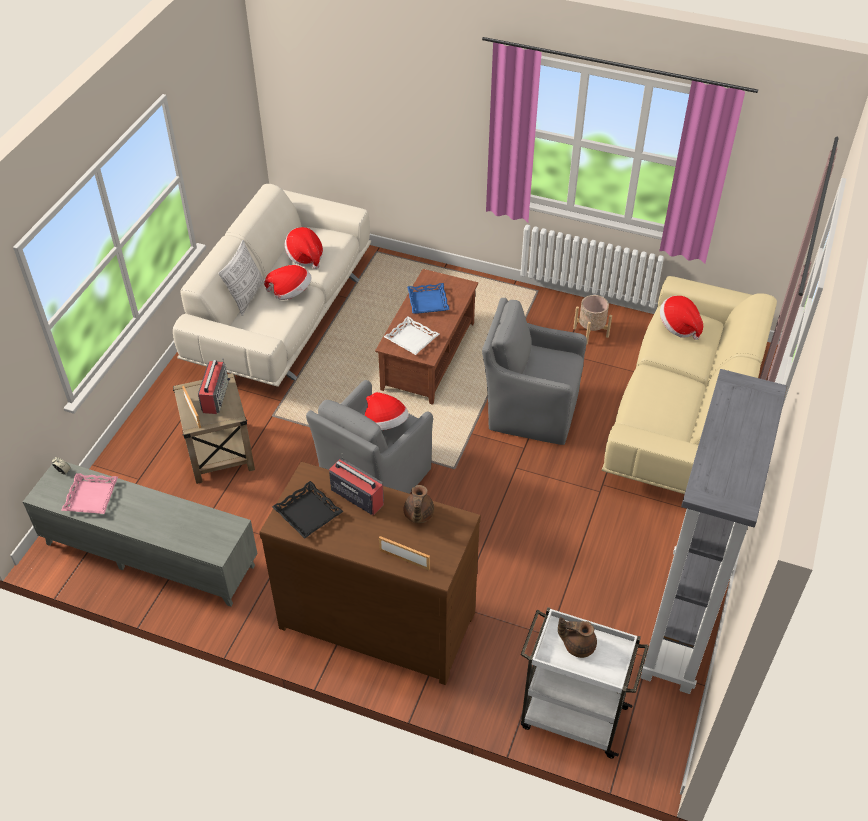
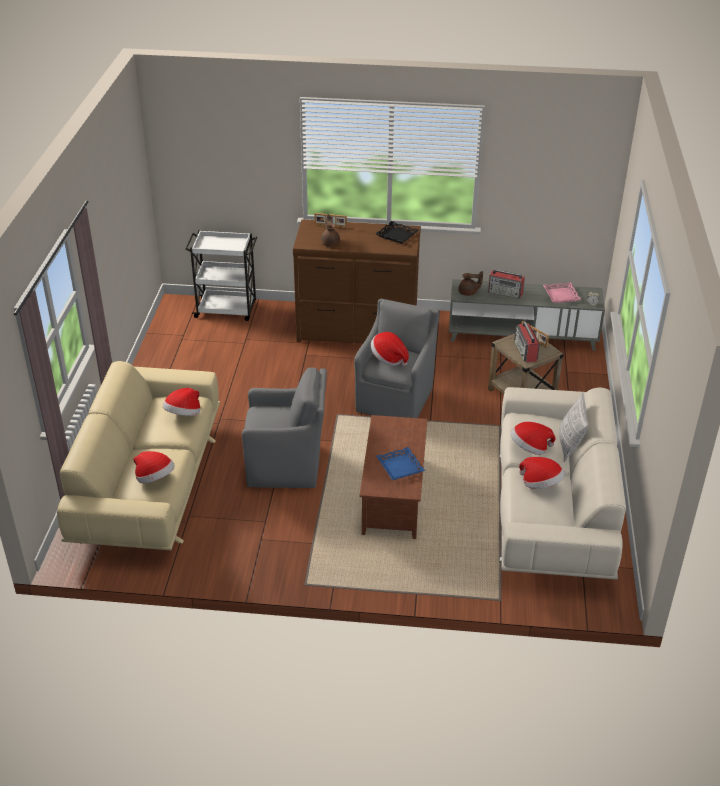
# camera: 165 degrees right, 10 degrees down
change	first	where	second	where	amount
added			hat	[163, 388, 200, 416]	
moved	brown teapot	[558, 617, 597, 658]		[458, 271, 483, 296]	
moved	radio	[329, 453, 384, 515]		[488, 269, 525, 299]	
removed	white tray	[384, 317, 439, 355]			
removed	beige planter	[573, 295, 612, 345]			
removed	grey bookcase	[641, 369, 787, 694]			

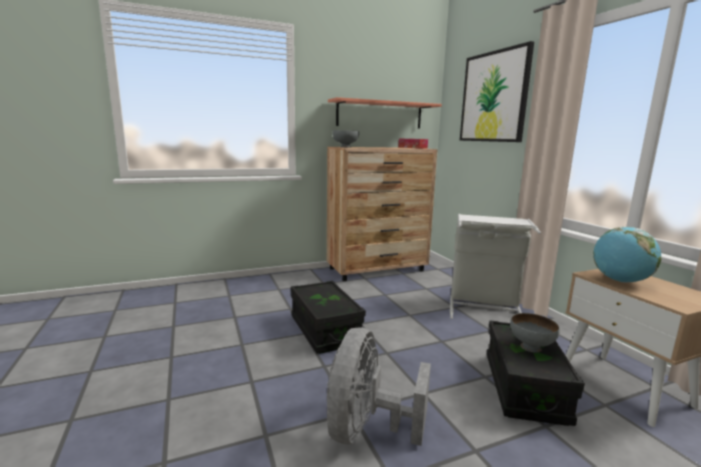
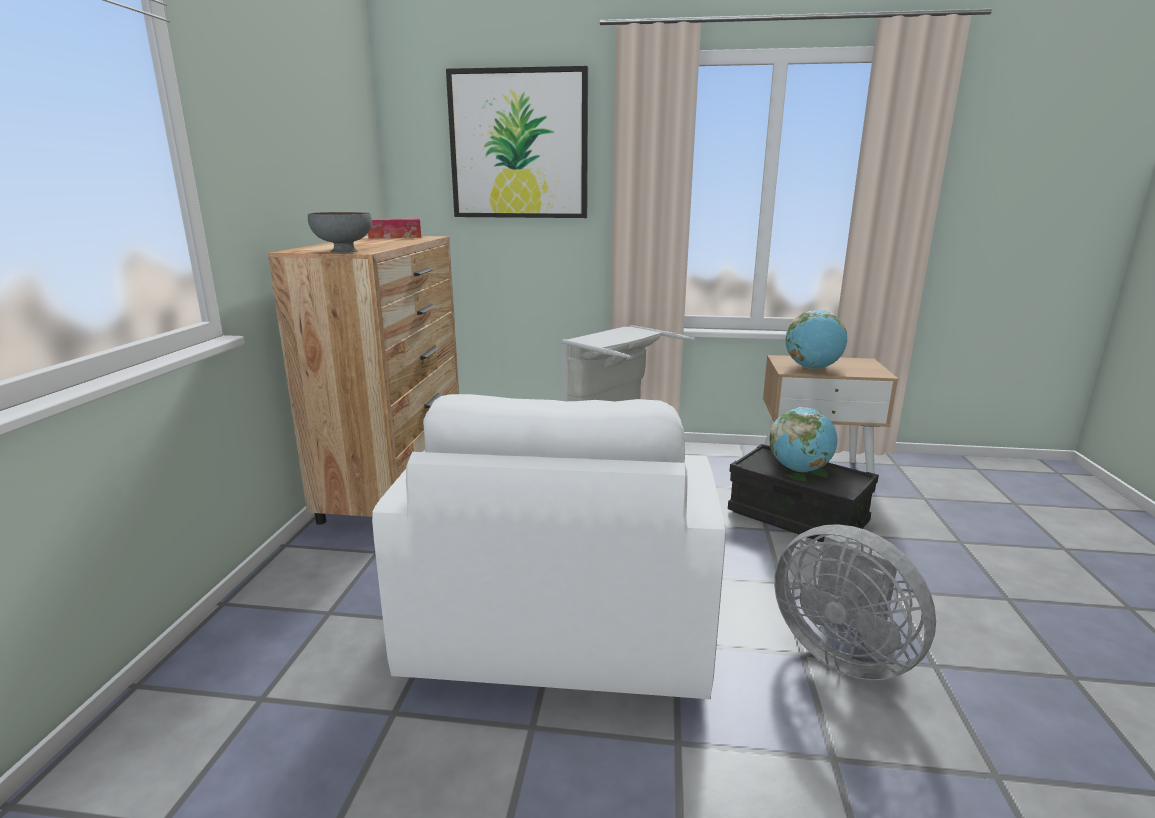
# camera: 60 degrees left, 5 degrees up
change	first	where	second	where	amount
replaced	black storage box	[291, 281, 366, 354]	white armchair	[372, 394, 726, 699]	
replaced	grey bowl	[510, 313, 560, 353]	globe	[770, 407, 837, 472]	
removed	shelf	[328, 97, 442, 129]			

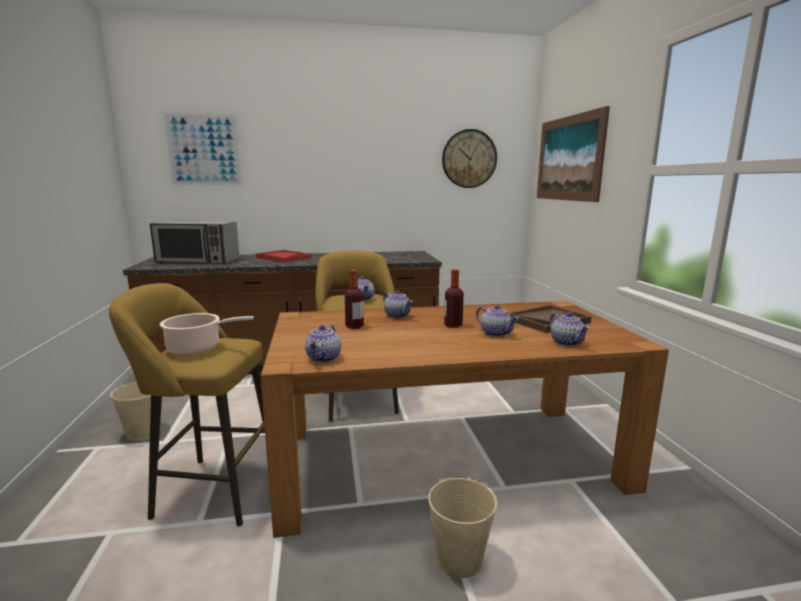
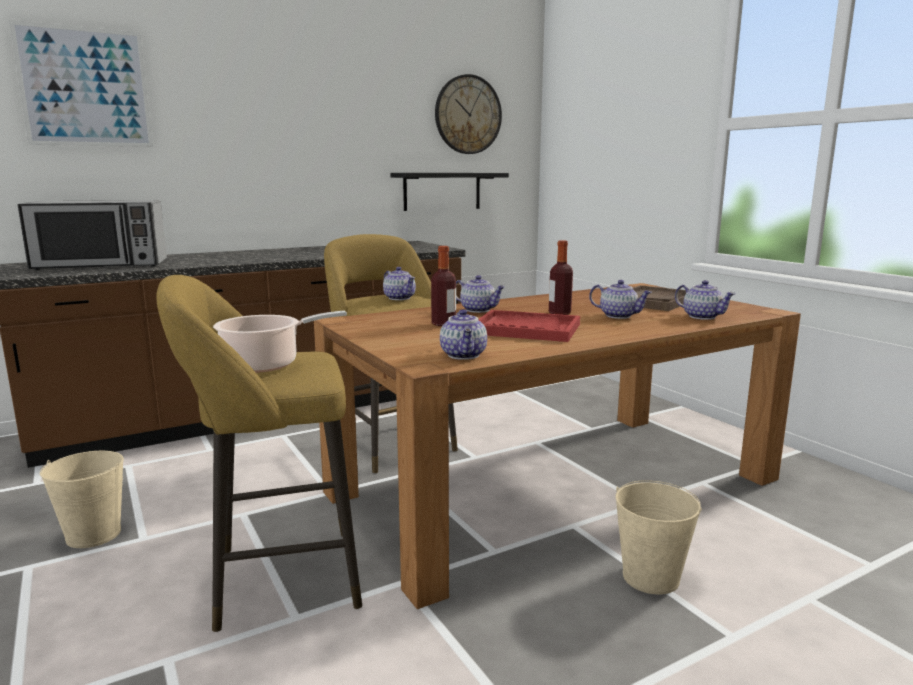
# camera: 20 degrees left, 0 degrees up
change	first	where	second	where	amount
added			black shelf	[390, 173, 509, 211]	
moved	red tray	[256, 250, 311, 263]		[478, 310, 580, 342]	
removed	picture	[537, 106, 610, 202]			

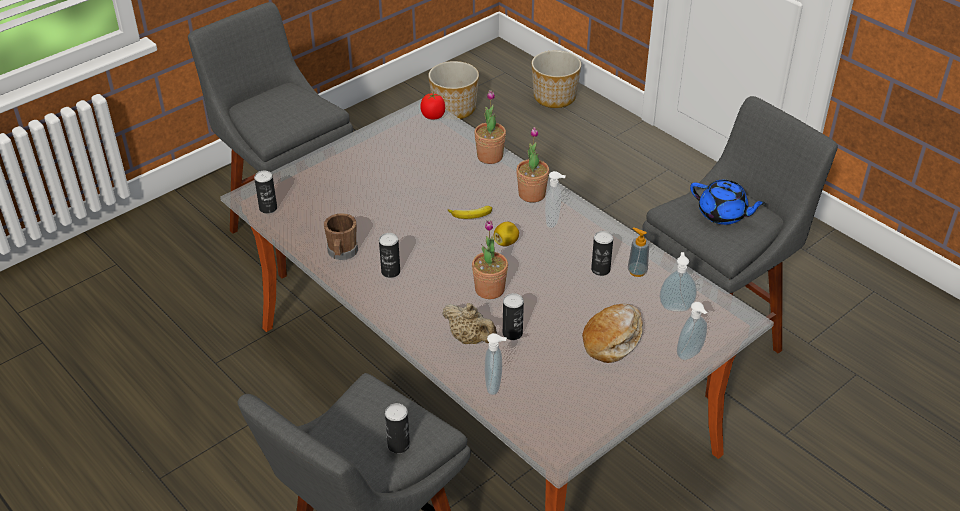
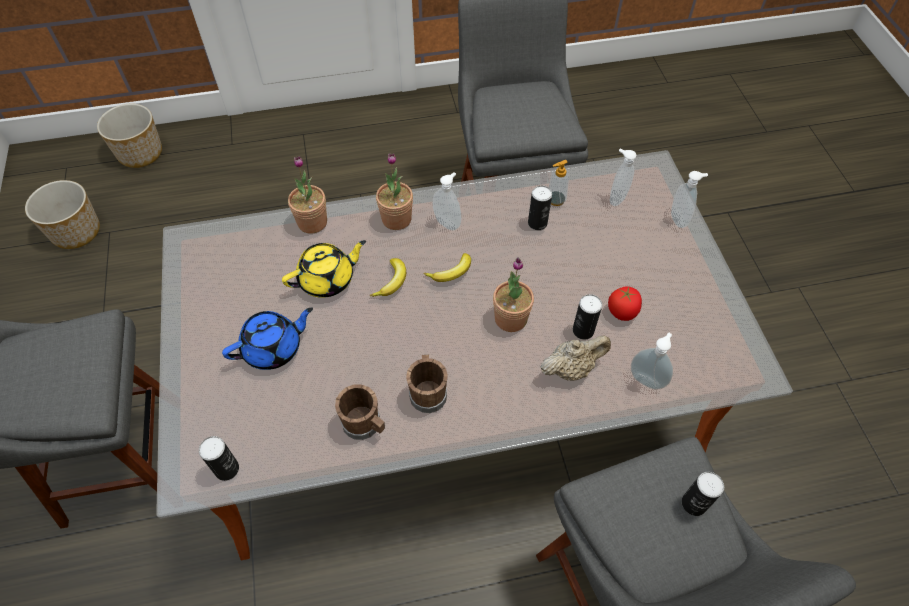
# camera: 60 degrees left, 15 degrees up
change	first	where	second	where	amount
moved	blue teapot	[690, 180, 767, 225]		[222, 307, 313, 370]	
added			yellow teapot	[282, 240, 366, 298]	
replaced	can	[379, 233, 400, 278]	brown mug	[406, 355, 448, 413]	
replaced	lemon	[494, 222, 519, 246]	banana	[424, 253, 471, 282]	
moved	tomato	[420, 93, 445, 119]		[608, 286, 642, 321]	
removed	bread	[582, 304, 643, 363]			

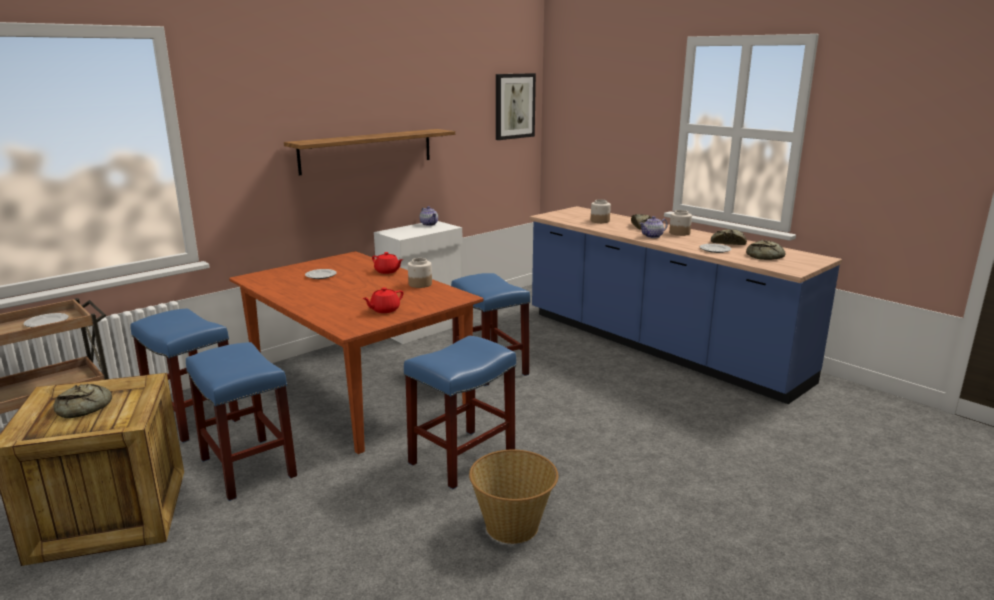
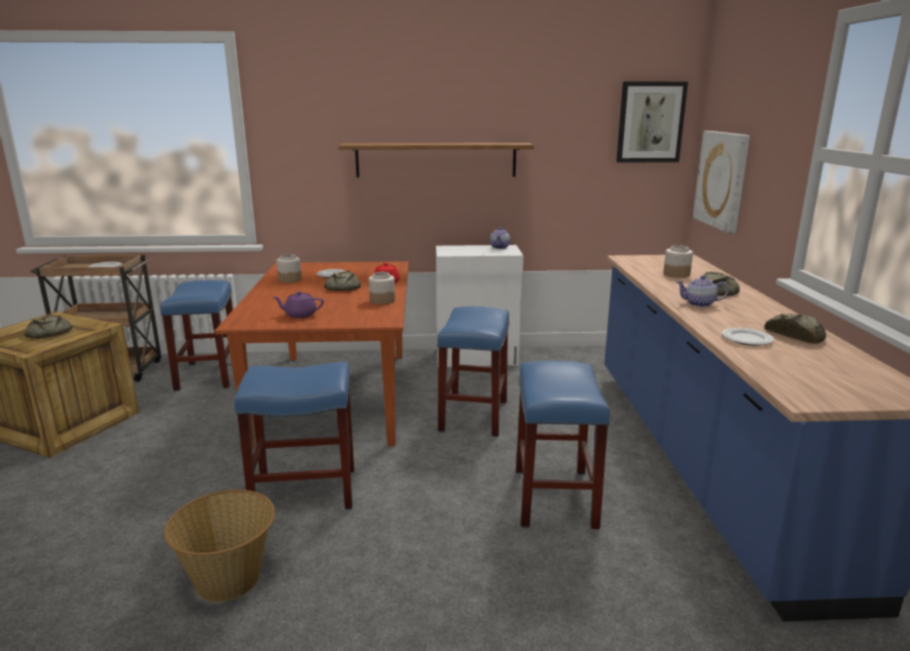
# camera: 40 degrees right, 0 degrees up
change	first	where	second	where	amount
recoloured	red teapot	[362, 287, 403, 313]	purple teapot	[273, 291, 324, 318]	
moved	jar	[669, 210, 692, 236]		[276, 254, 302, 283]	
moved	bread	[746, 240, 785, 260]		[324, 271, 361, 291]	
moved	blue stool	[186, 342, 297, 501]		[516, 361, 610, 529]	
added			picture	[693, 131, 750, 234]	

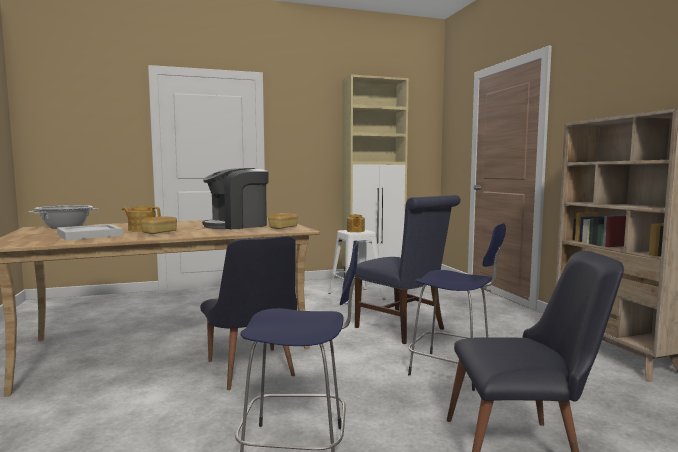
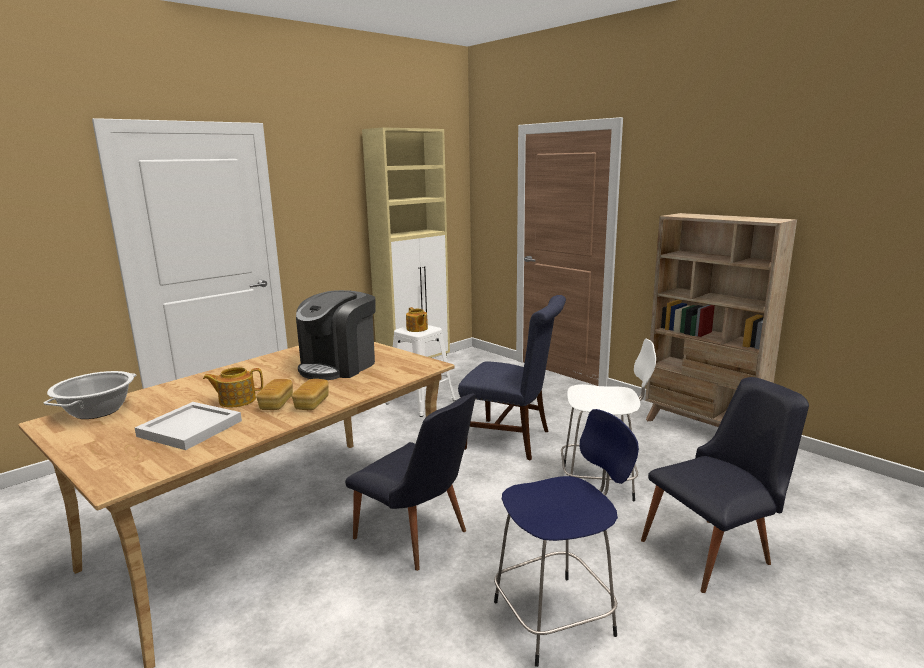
# camera: 25 degrees left, 10 degrees up
change	first	where	second	where	amount
moved	bread	[268, 213, 298, 229]		[292, 379, 329, 410]	
recoloured	blue stool	[408, 223, 506, 391]	white stool	[561, 339, 656, 501]	

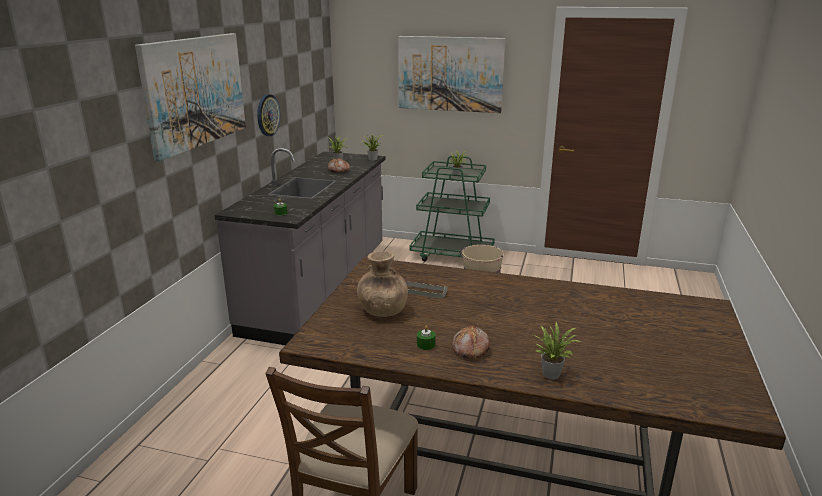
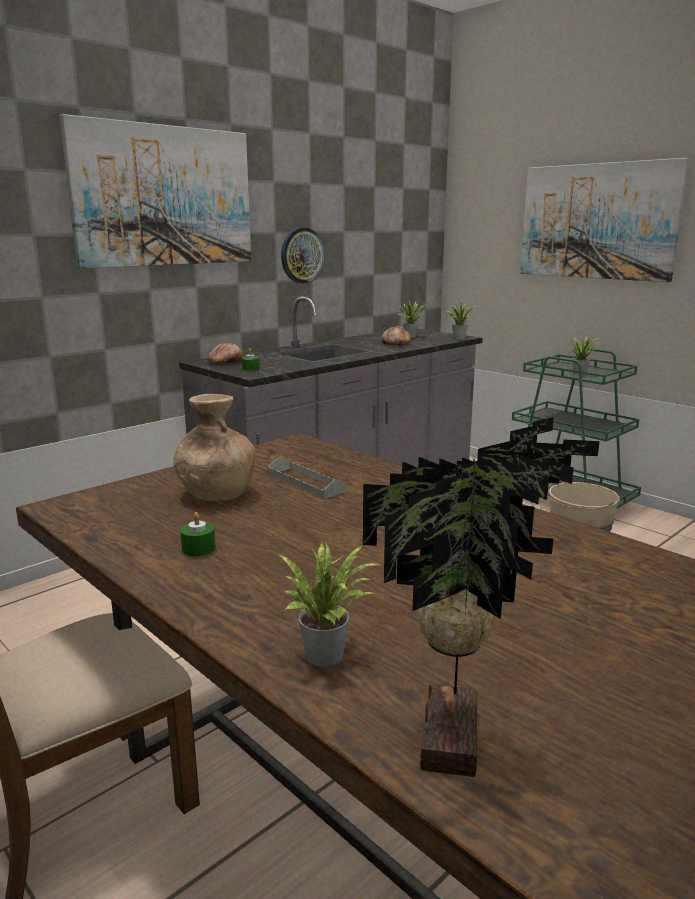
# camera: 30 degrees right, 5 degrees down
change	first	where	second	where	amount
moved	bread	[452, 325, 490, 359]		[207, 342, 244, 364]	
added			potted plant	[363, 417, 600, 777]	

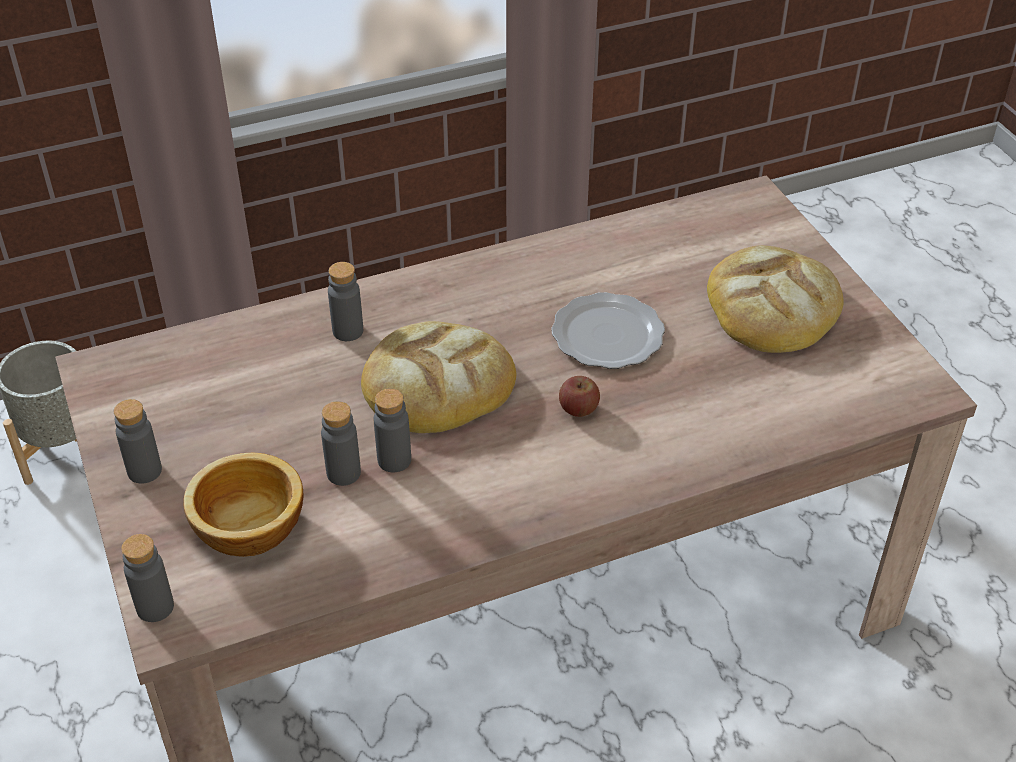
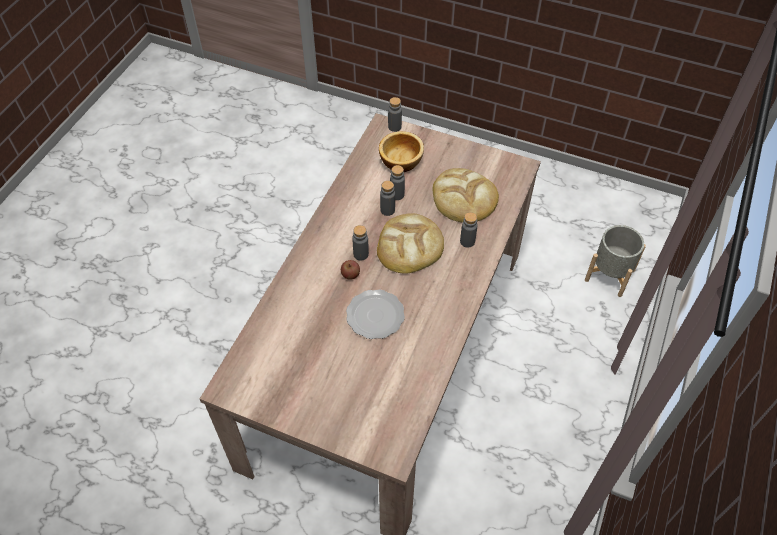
# camera: 135 degrees right, 10 degrees up
change	first	where	second	where	amount
moved	grey bottle	[114, 399, 162, 484]		[352, 225, 369, 261]	
moved	bread	[707, 245, 844, 353]		[432, 168, 499, 222]	

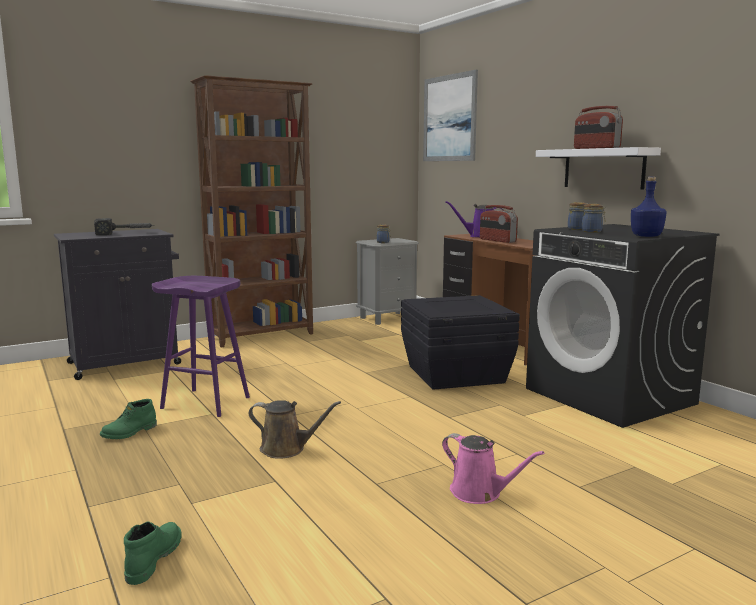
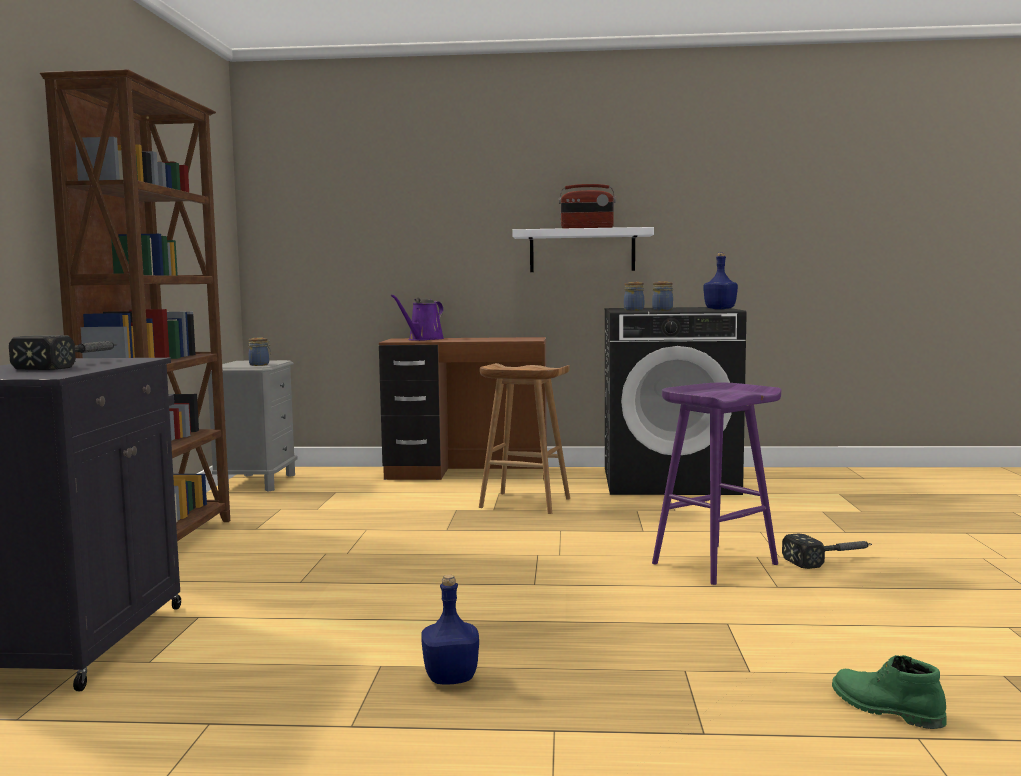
# camera: 55 degrees left, 5 degrees down
change	first	where	second	where	amount
replaced	green boot	[100, 399, 157, 439]	blue bottle	[421, 575, 479, 685]	
replaced	black storage box	[401, 295, 520, 390]	brown stool	[479, 363, 570, 514]	
moved	purple stool	[152, 276, 250, 417]		[652, 383, 781, 585]	
replaced	pink watering can	[442, 433, 544, 504]	hammer	[782, 533, 872, 569]	
removed	brown watering can	[249, 400, 341, 459]			
removed	picture	[423, 70, 478, 161]			
removed	radio	[480, 205, 518, 243]			

